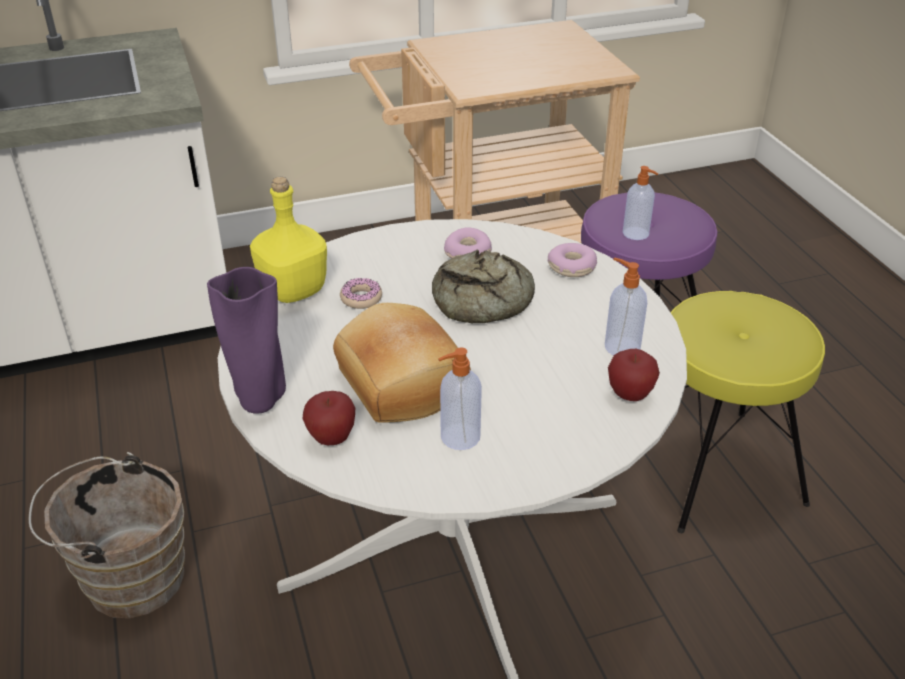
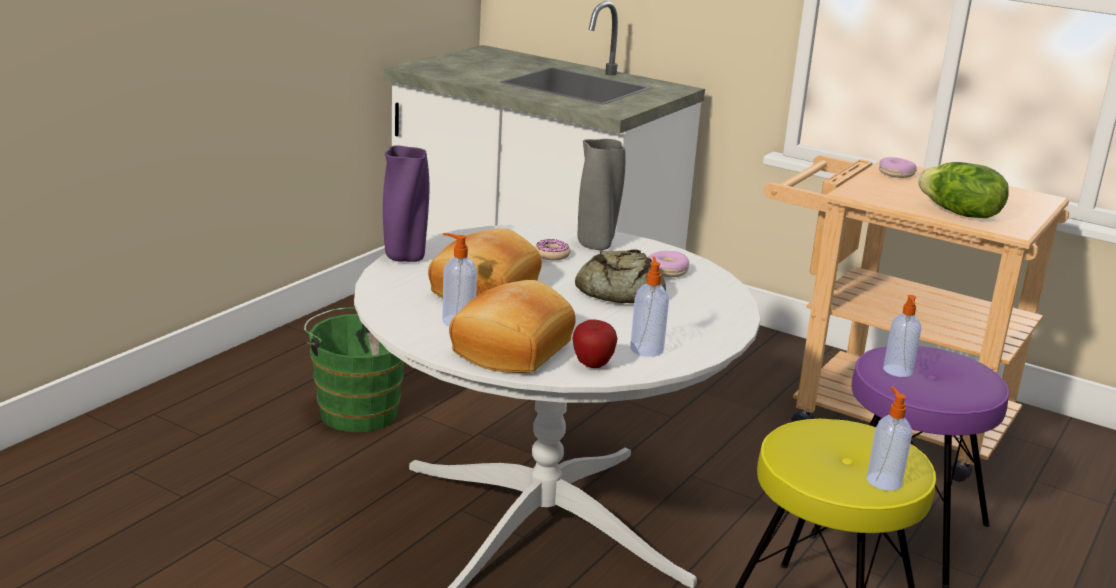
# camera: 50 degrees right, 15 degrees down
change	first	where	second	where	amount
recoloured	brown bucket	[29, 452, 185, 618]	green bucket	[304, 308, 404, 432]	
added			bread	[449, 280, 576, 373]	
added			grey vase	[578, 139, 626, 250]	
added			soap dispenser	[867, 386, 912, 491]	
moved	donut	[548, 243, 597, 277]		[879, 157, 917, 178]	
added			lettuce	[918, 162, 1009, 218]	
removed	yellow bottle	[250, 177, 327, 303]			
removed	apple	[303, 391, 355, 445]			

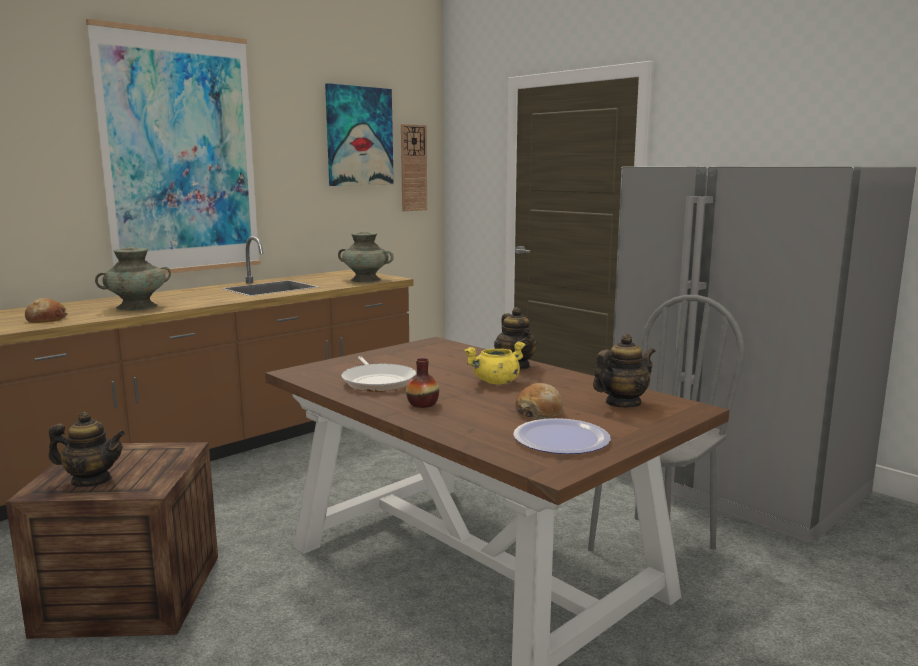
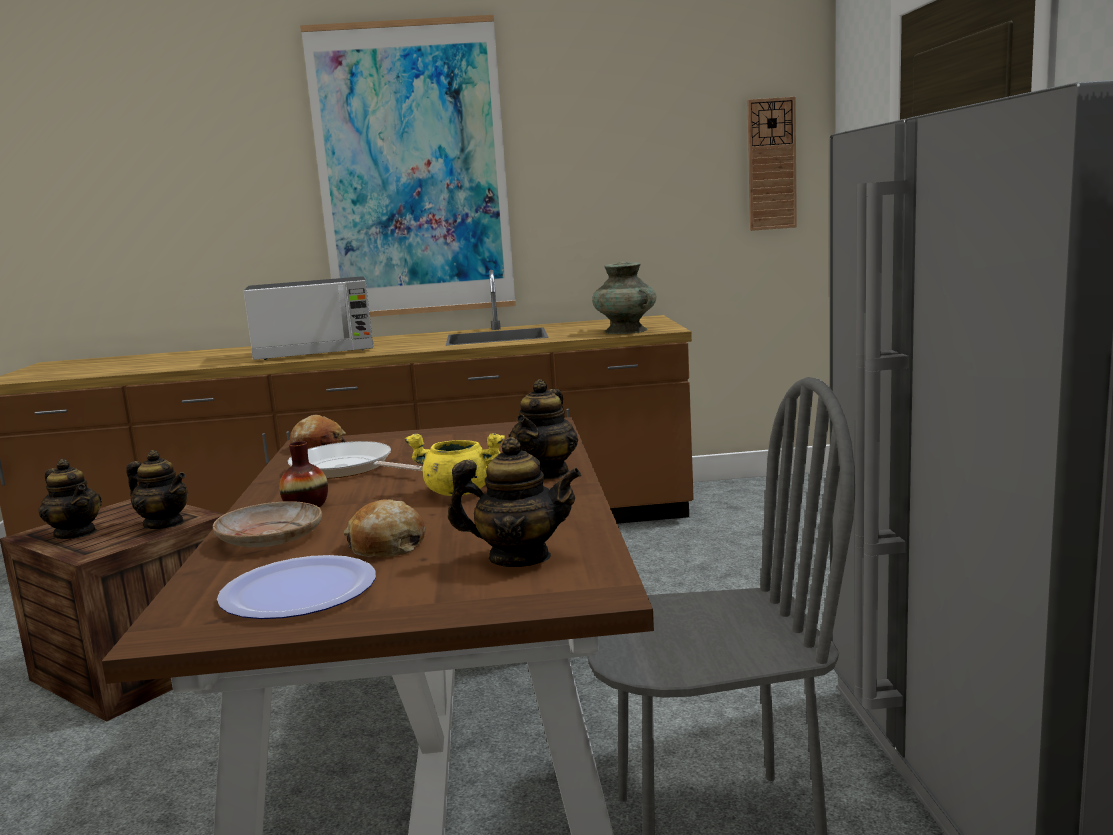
# camera: 40 degrees right, 0 degrees up
change	first	where	second	where	amount
added			teapot	[126, 450, 188, 529]	
added			beige plate	[213, 501, 322, 547]	
replaced	turquoise vase	[95, 247, 171, 311]	microwave	[243, 276, 373, 360]	
turned	frying pan	[341, 356, 416, 392]		[288, 441, 423, 479]	105 degrees clockwise
moved	bread	[25, 298, 68, 323]		[290, 415, 346, 449]	
removed	picture	[325, 83, 394, 186]			

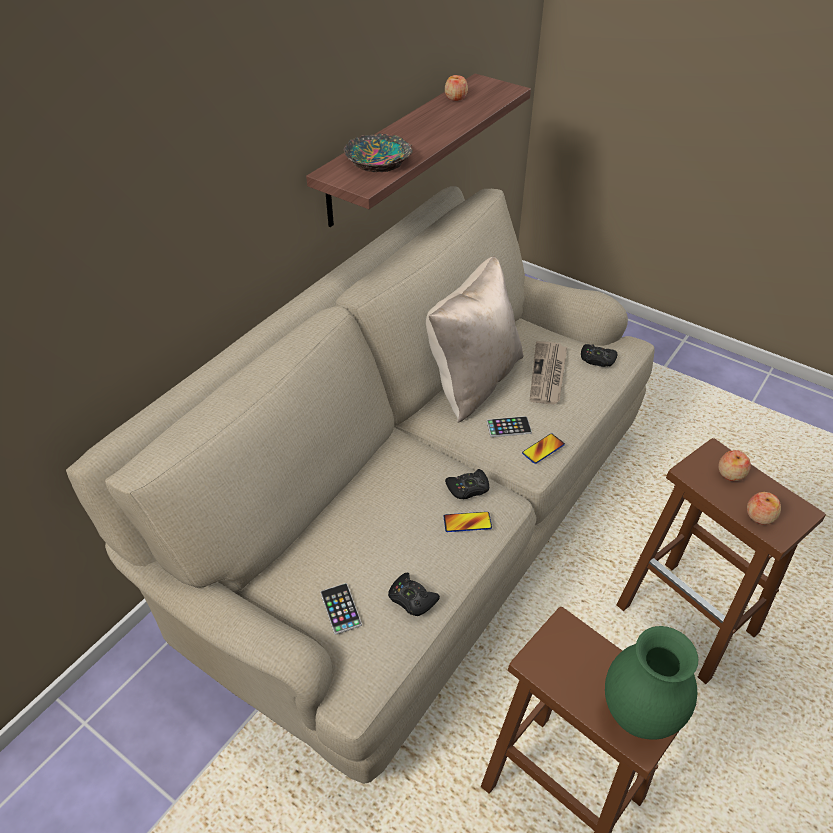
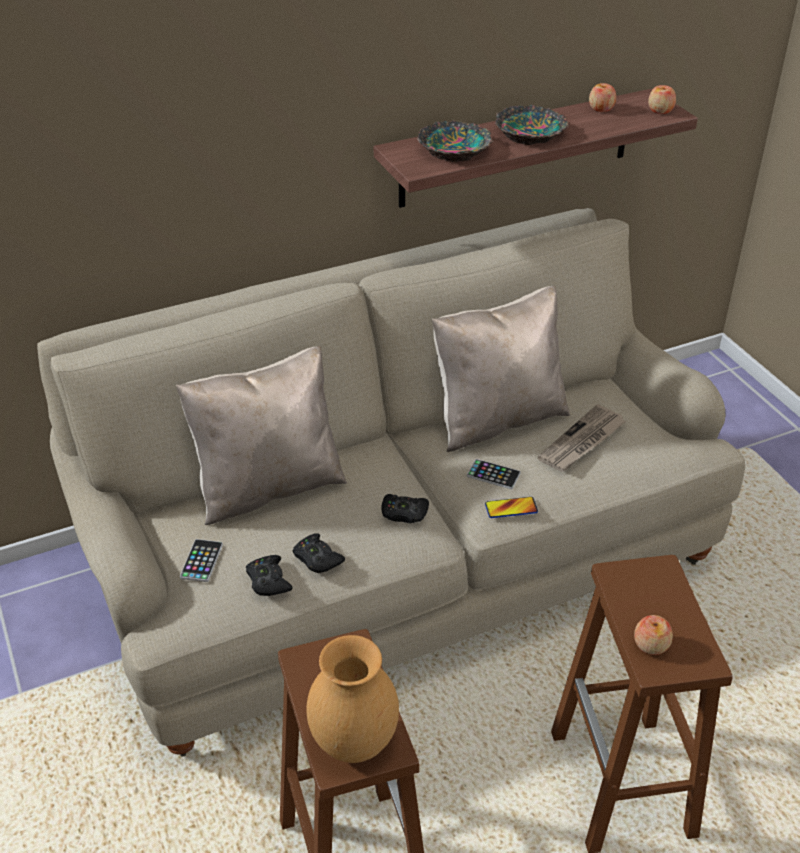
# camera: 30 degrees right, 5 degrees down
change	first	where	second	where	amount
added			beige pillow	[176, 346, 347, 525]	
moved	black game controller	[581, 344, 617, 367]		[293, 533, 345, 573]	
recoloured	green vase	[605, 626, 698, 740]	brown vase	[306, 635, 399, 763]	
added			bowl	[495, 105, 569, 145]	
moved	apple	[718, 450, 751, 481]		[648, 85, 676, 114]	
removed	phone	[443, 512, 492, 532]			

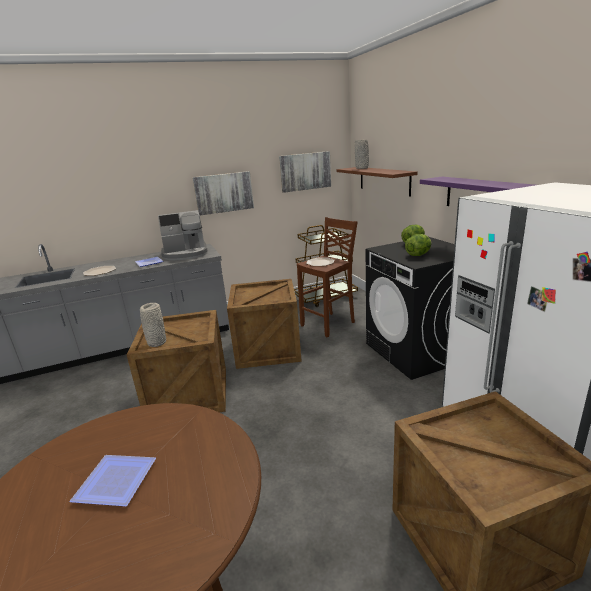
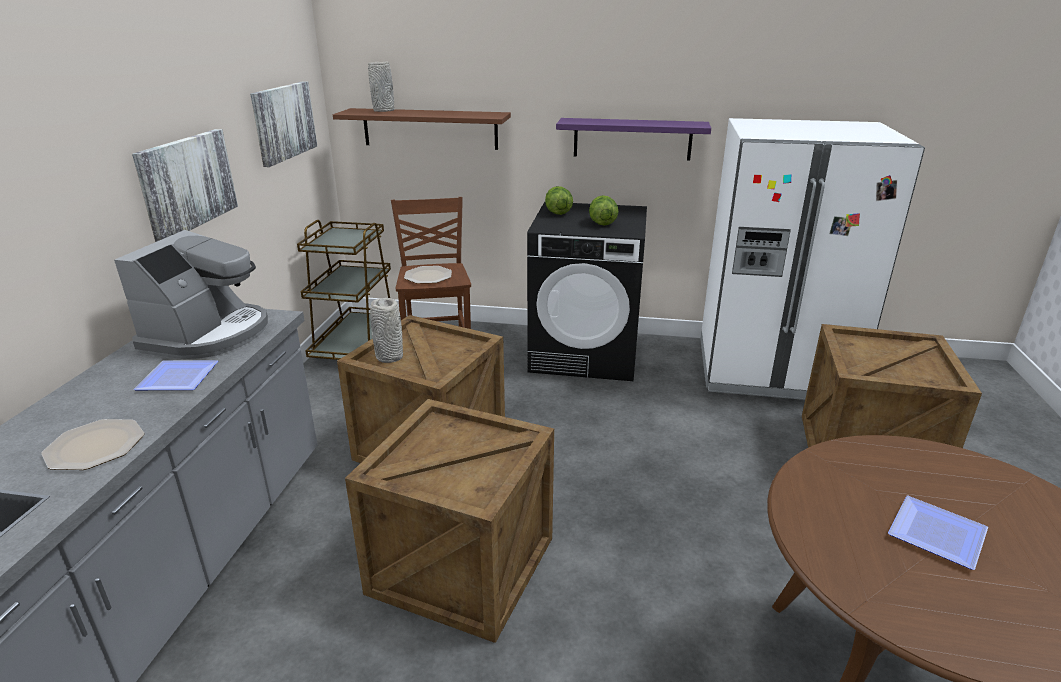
# camera: 60 degrees left, 5 degrees up
change	first	where	second	where	amount
moved	grey vase	[140, 303, 166, 347]		[370, 298, 403, 363]	

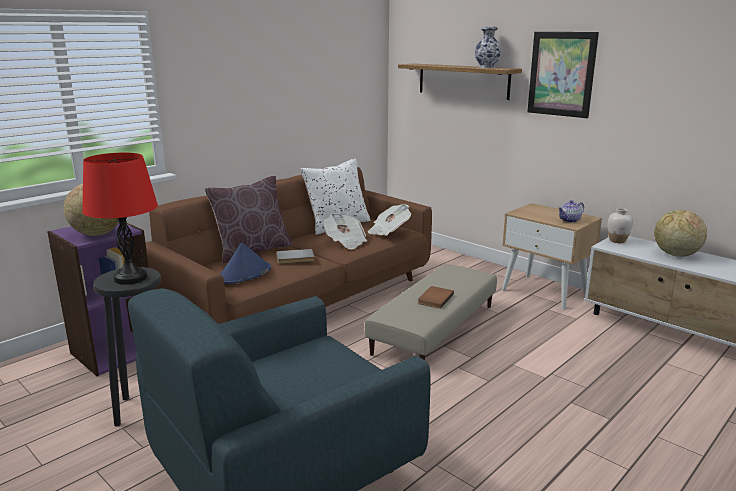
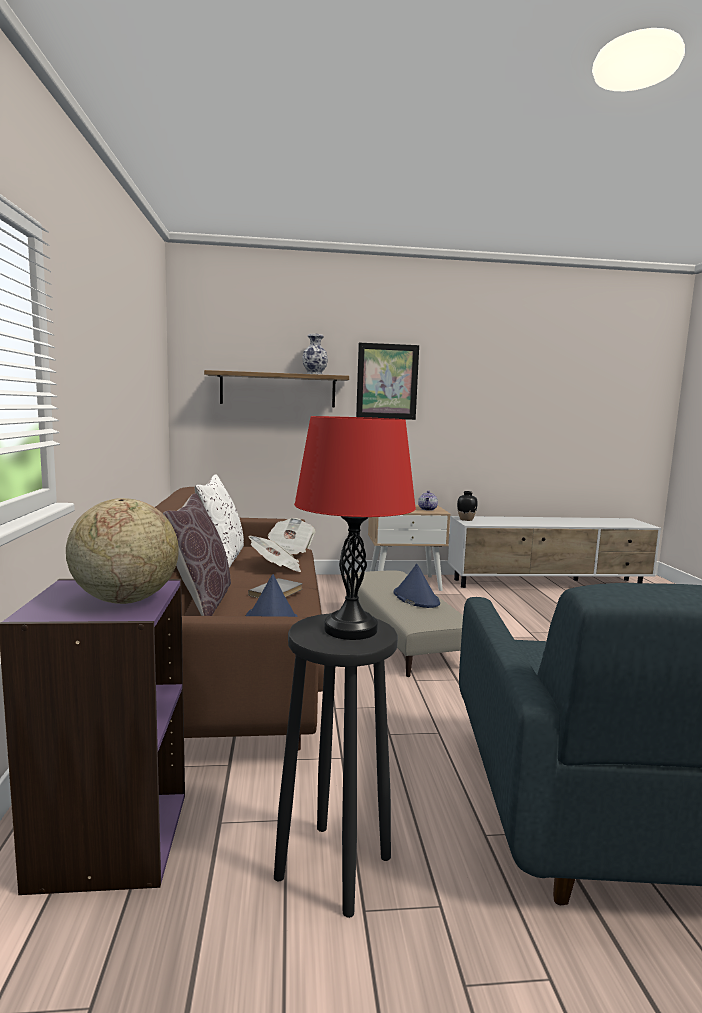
# camera: 50 degrees left, 10 degrees down
change	first	where	second	where	amount
replaced	brown book	[418, 286, 454, 309]	blue hat	[394, 564, 440, 608]	
recoloured	white vase	[608, 208, 633, 243]	black vase	[457, 491, 478, 521]	
removed	globe	[654, 210, 707, 257]			

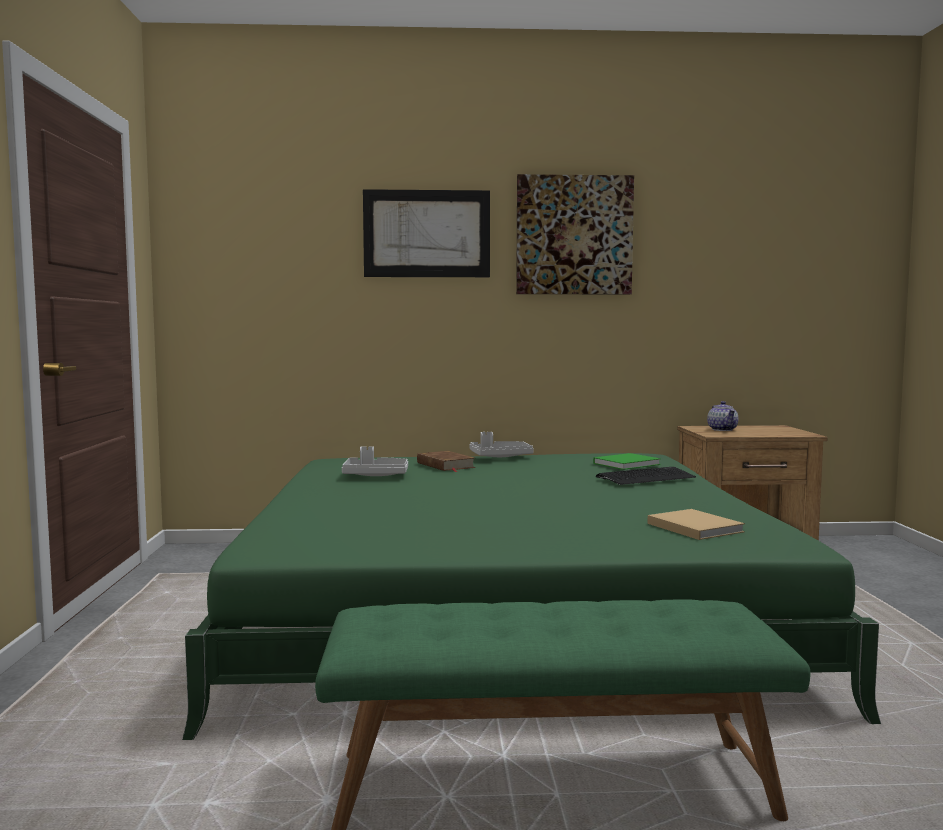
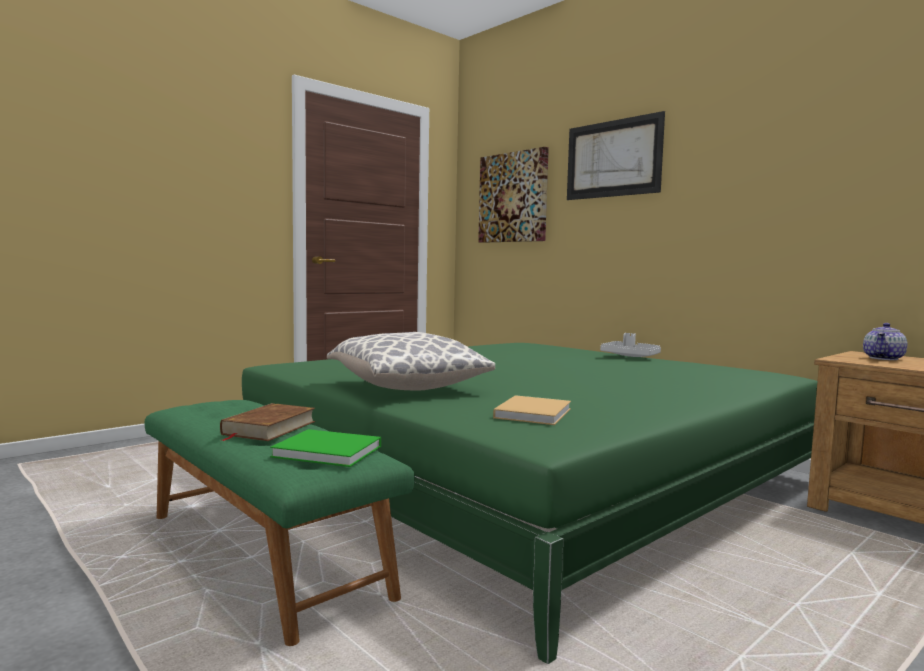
# camera: 50 degrees right, 0 degrees up
change	first	where	second	where	amount
moved	brown book	[417, 451, 475, 472]		[220, 403, 315, 441]	
moved	green book	[593, 453, 661, 470]		[270, 429, 381, 467]	
added			pillow	[327, 332, 495, 390]	
moved	picture	[516, 174, 634, 294]		[478, 147, 549, 243]	
removed	grey tray	[342, 447, 408, 476]			
removed	keyboard	[596, 467, 696, 485]			

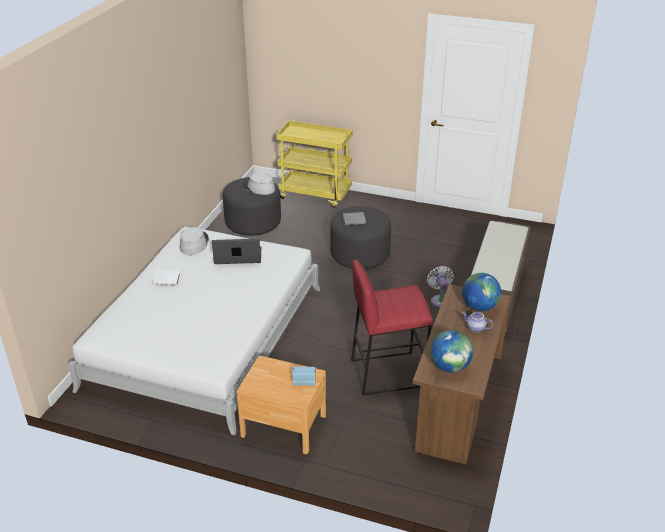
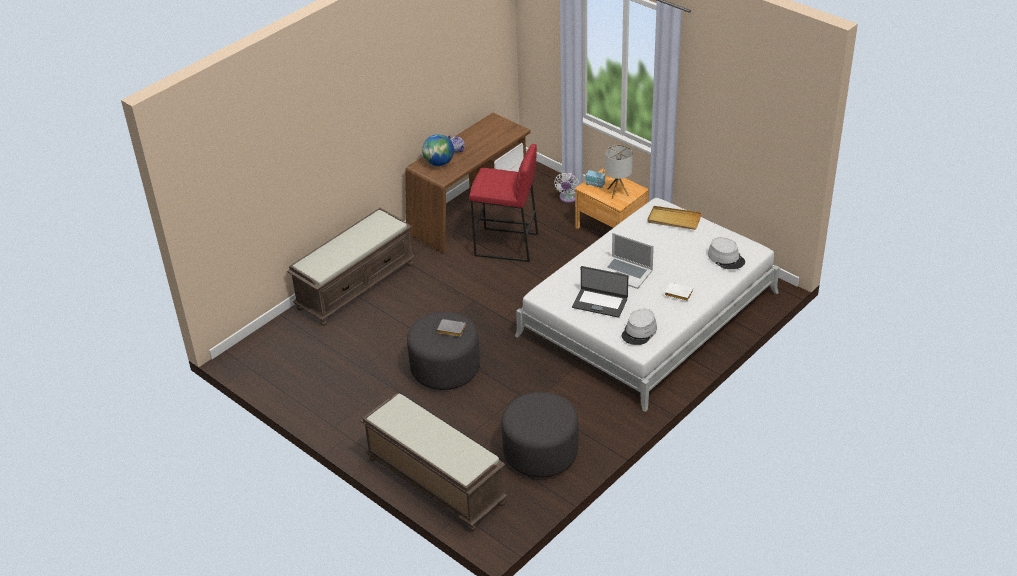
# camera: 155 degrees left, 5 degrees up
change	first	where	second	where	amount
replaced	yellow cart	[276, 120, 353, 208]	brown bench	[361, 393, 507, 531]	
moved	white fan	[427, 266, 454, 308]		[554, 172, 580, 203]	
added			laptop	[600, 233, 654, 289]	
added			table lamp	[605, 145, 633, 199]	
added			beige tray	[647, 206, 702, 230]	
moved	grey hat	[242, 173, 275, 195]		[708, 237, 745, 269]	
removed	globe	[431, 330, 473, 373]			

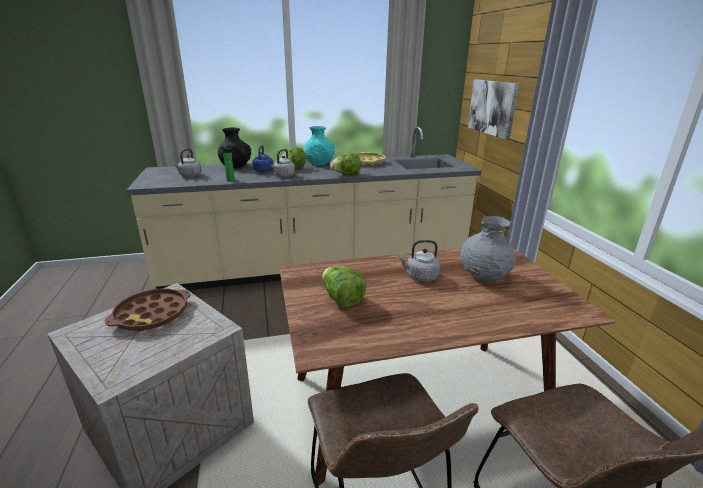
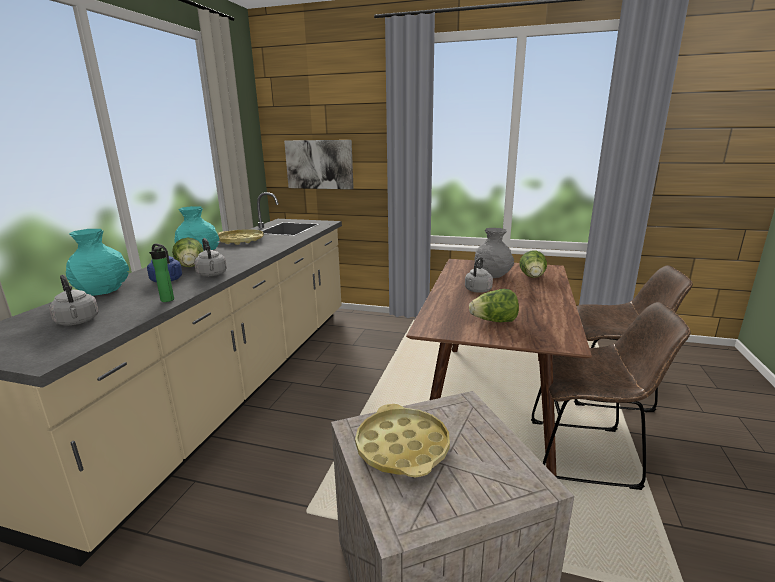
# camera: 60 degrees left, 5 degrees down
change	first	where	second	where	amount
recoloured	black vase	[218, 128, 251, 168]	turquoise vase	[66, 229, 129, 296]	
recoloured	brown tray	[105, 288, 191, 331]	yellow tray	[355, 404, 450, 477]	
moved	lettuce	[330, 153, 361, 175]		[520, 250, 547, 278]	

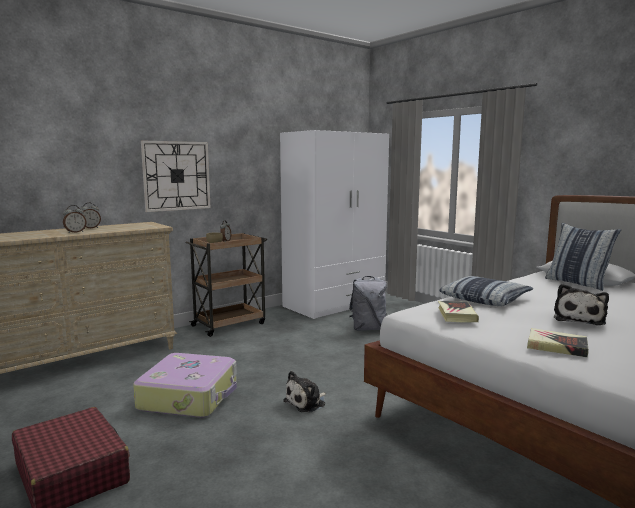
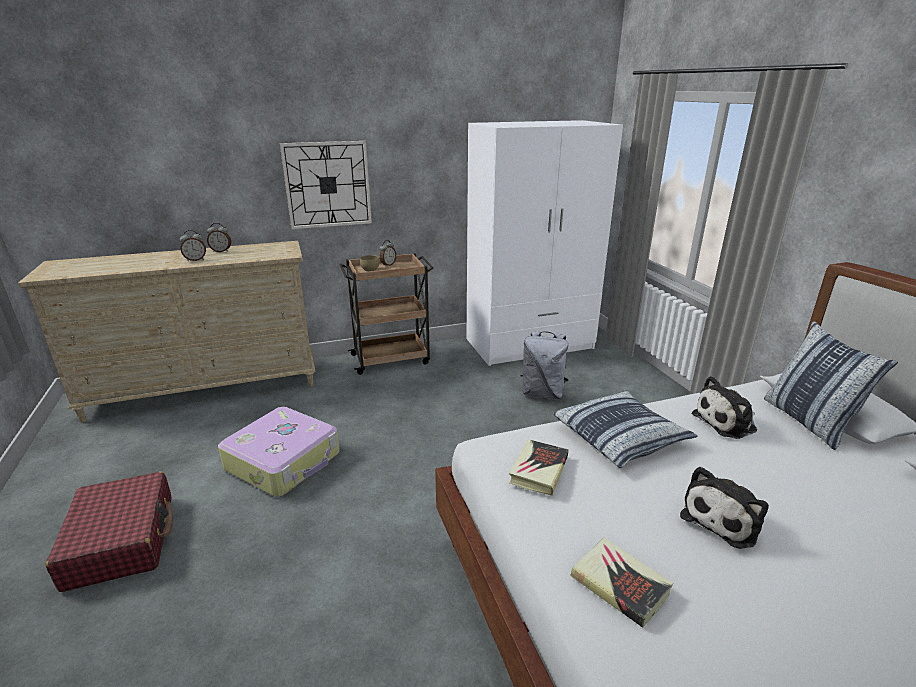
# camera: 20 degrees right, 15 degrees up
change	first	where	second	where	amount
moved	plush toy	[283, 371, 326, 412]		[692, 376, 757, 439]	

